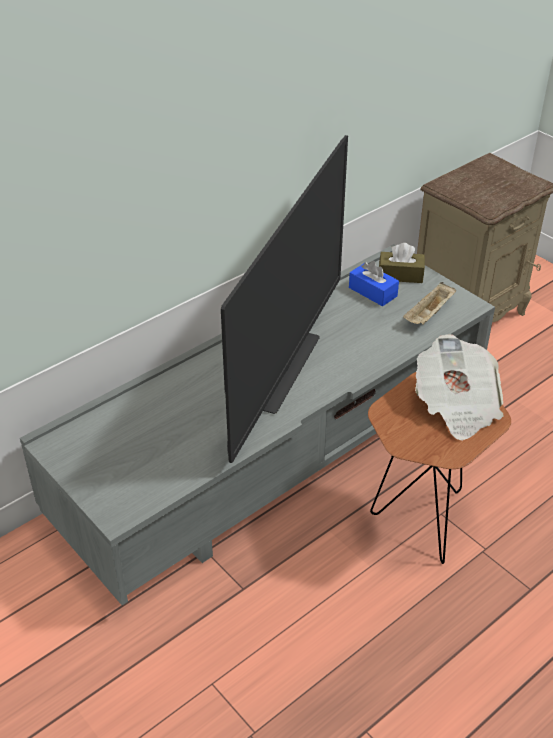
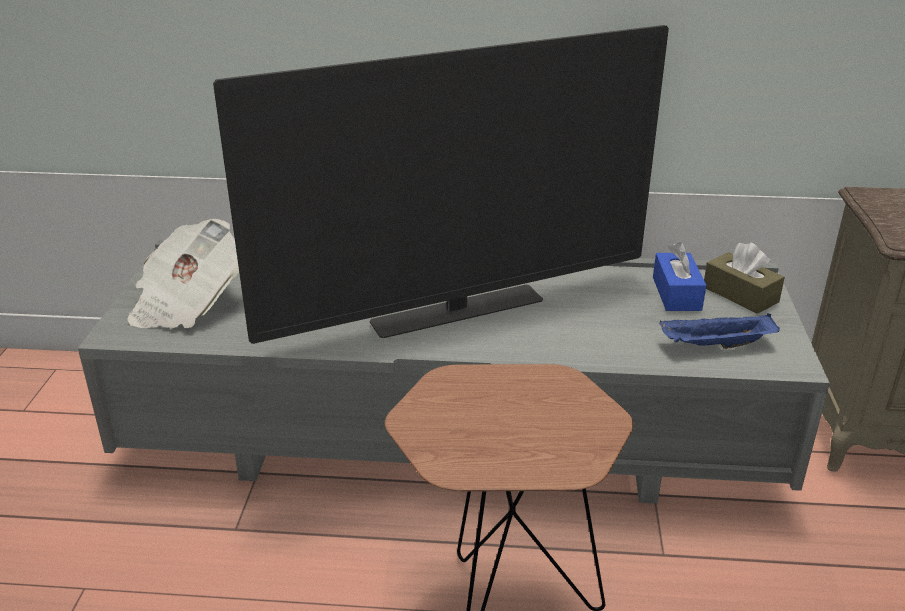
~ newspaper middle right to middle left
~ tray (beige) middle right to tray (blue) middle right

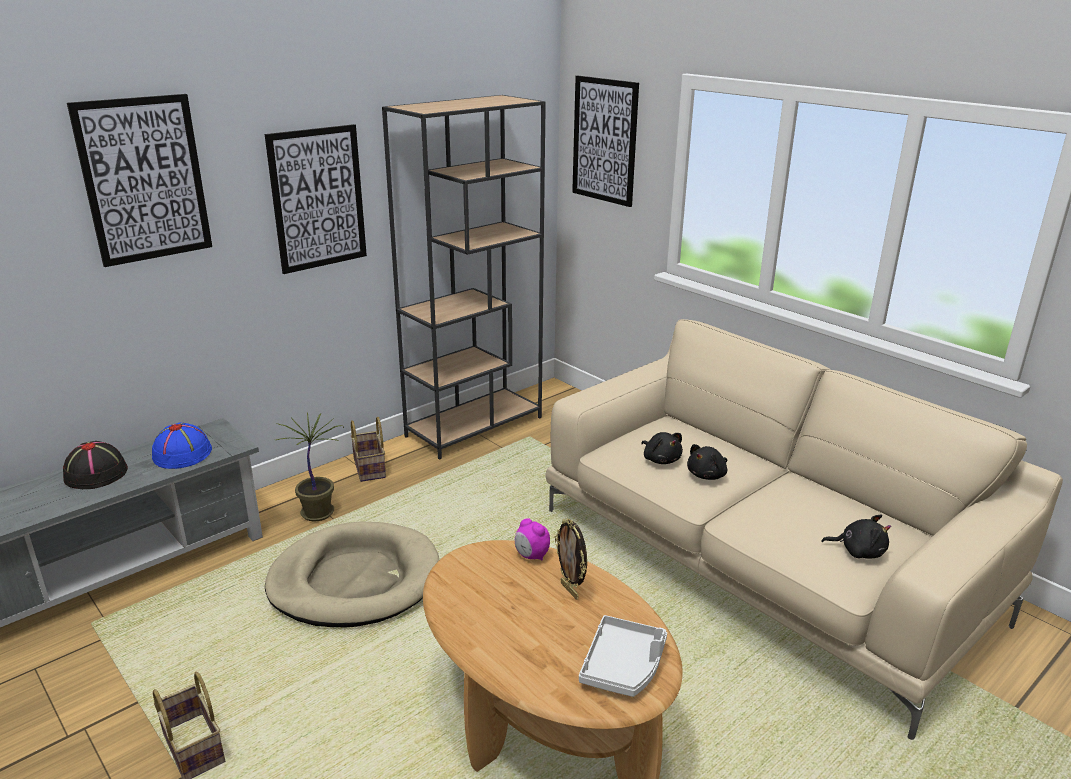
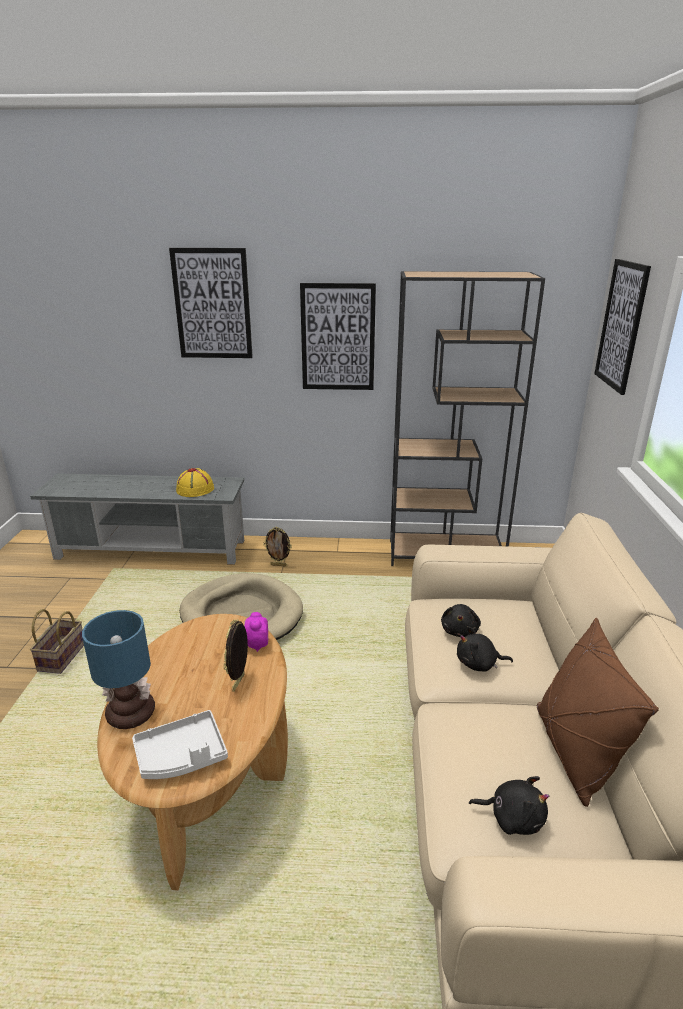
+ table lamp middle left
~ hat (blue) middle left to hat (yellow) middle left
~ potted plant middle left to picture frame (no. 2 from left) centre
~ plush toy (black) (no. 3 from left) bottom right = bottom right 45 degrees counterclockwise
+ pillow (brown) bottom right
- hat (black) middle left
- basket (no. 2 from left) centre

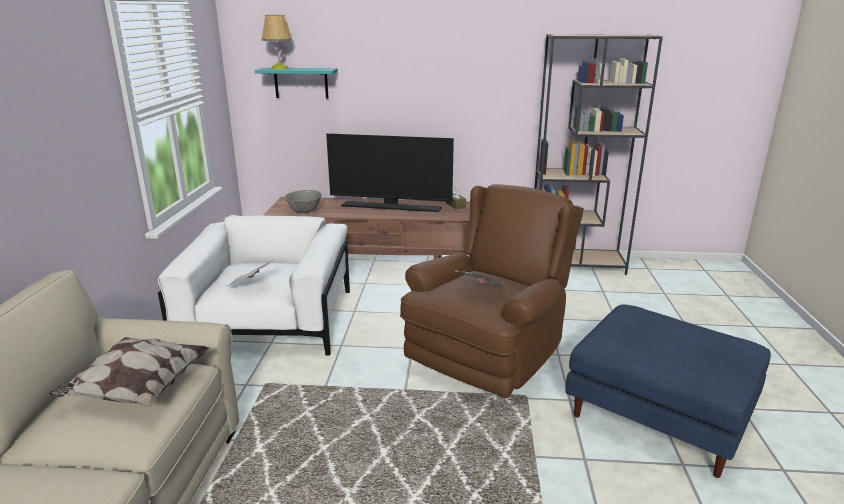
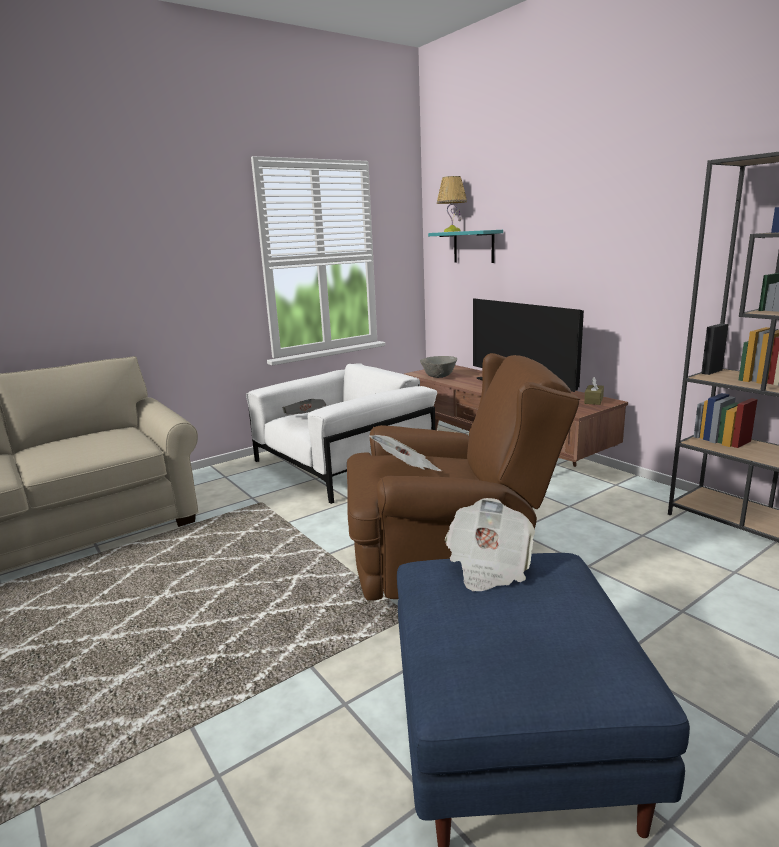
+ newspaper (no. 3 from left) centre
- pillow bottom left

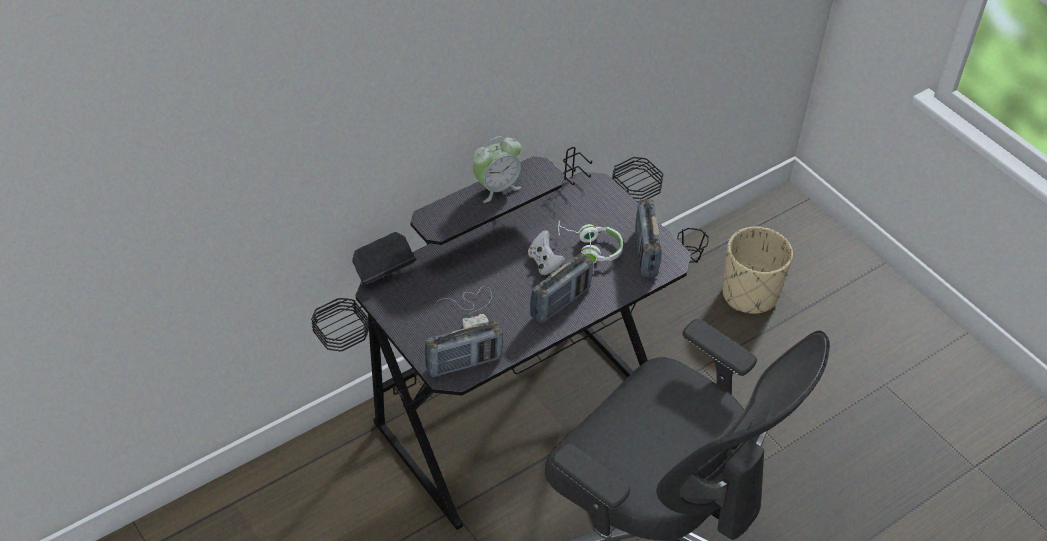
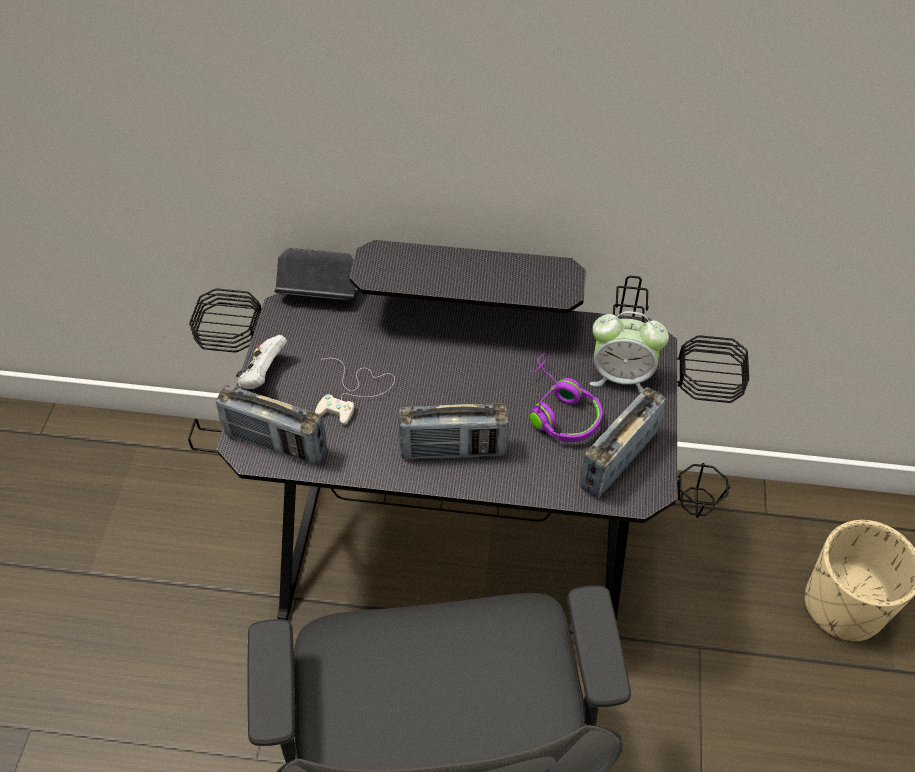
~ game controller (white) (no. 2 from left in the first image) centre to game controller (white) (no. 1 from left) middle left
~ headphones (white) centre to headphones (purple) centre
~ alarm clock top centre to middle right

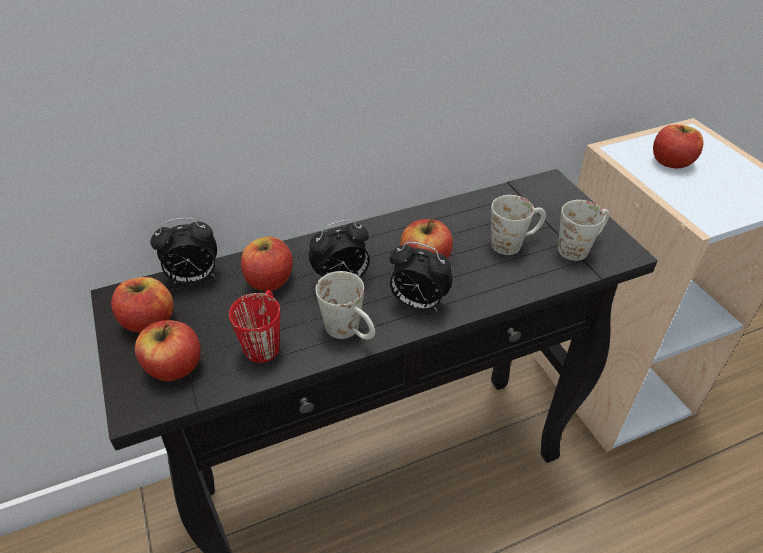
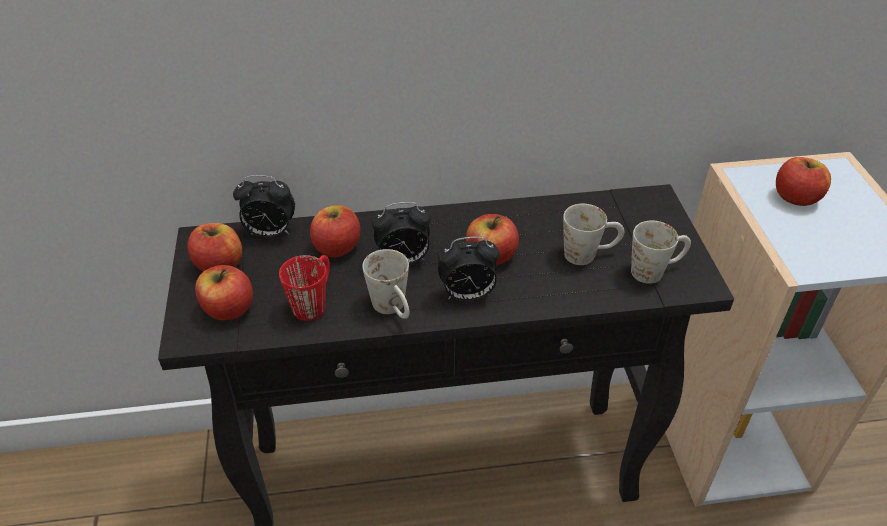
~ alarm clock (no. 3 from left) centre = centre 45 degrees counterclockwise

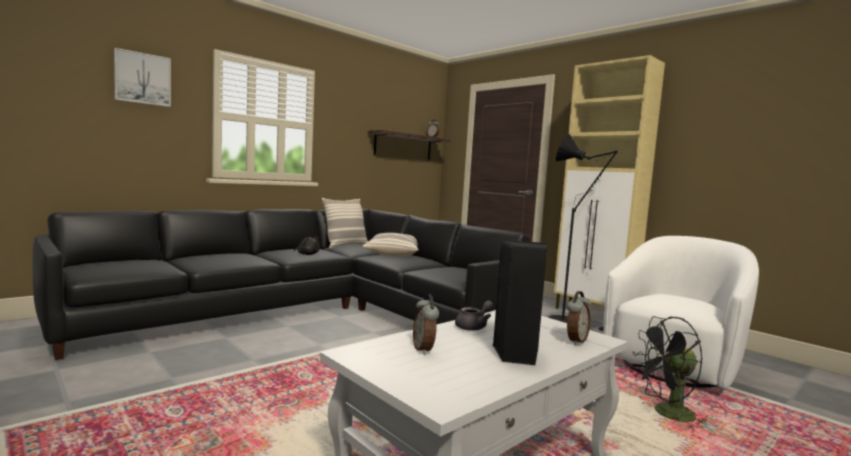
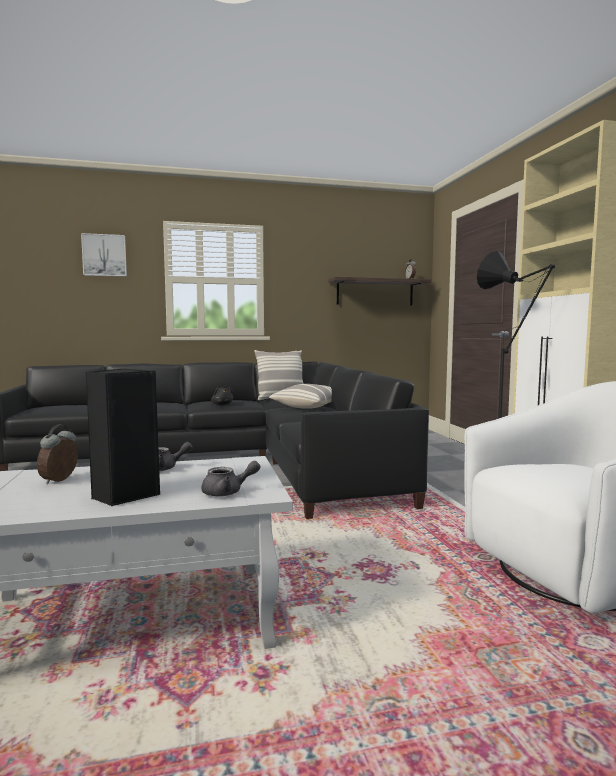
~ alarm clock (no. 3 from left) bottom right to teapot (grey) (no. 2 from left) centre
- fan (black) bottom right

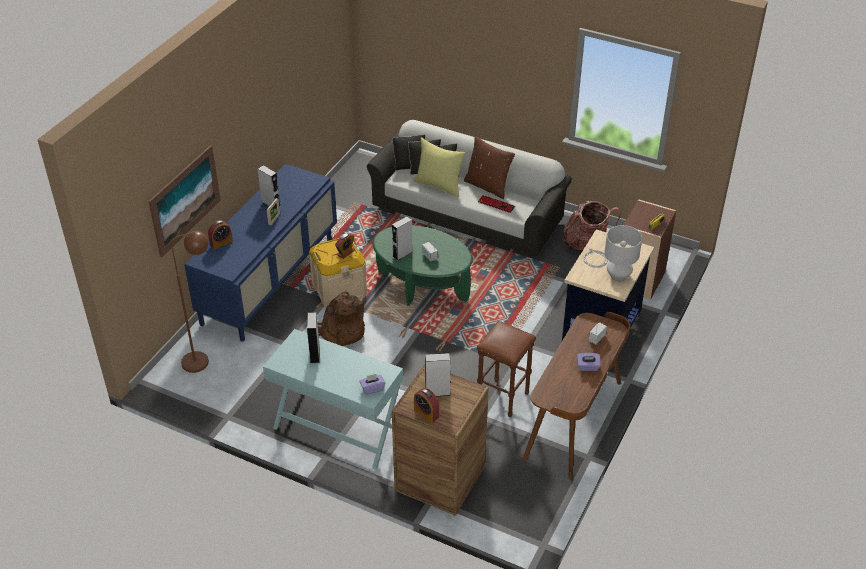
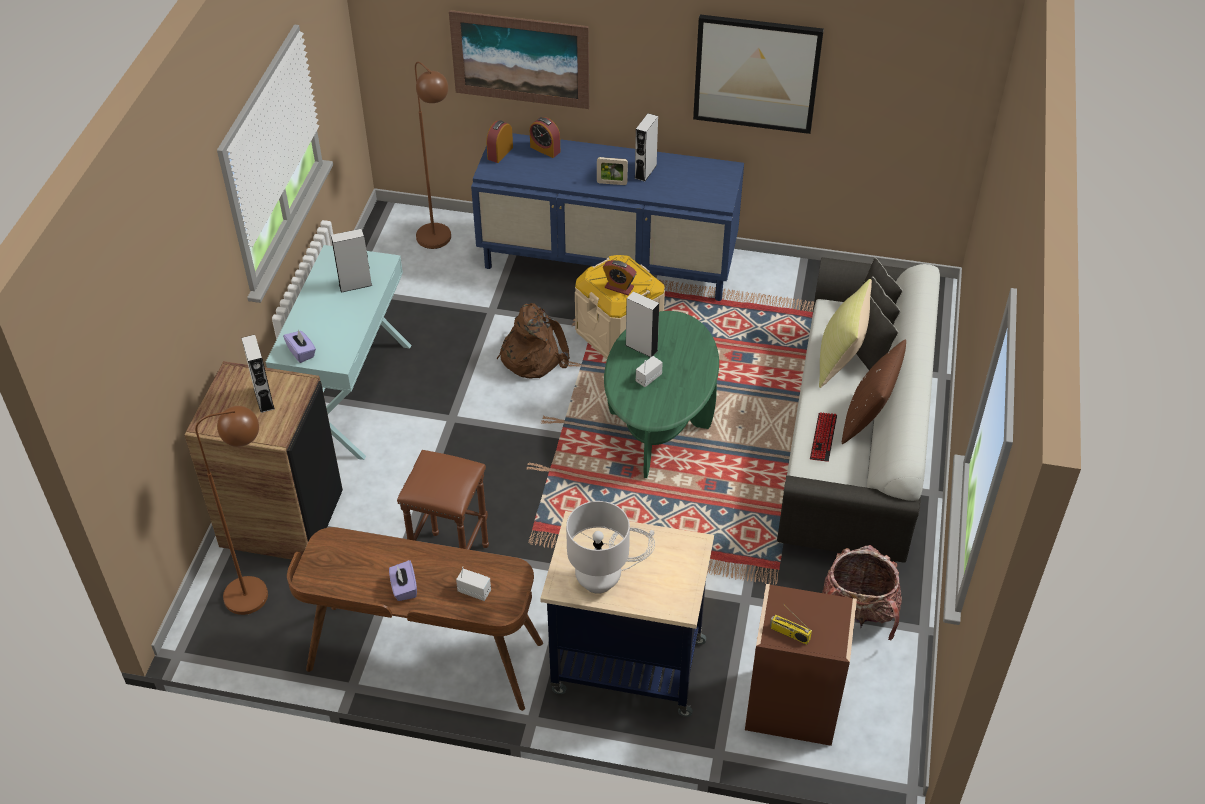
+ floor lamp (brown) (no. 1 from left) middle left
~ alarm clock (no. 3 from left in the first image) bottom centre to alarm clock (no. 1 from left) top centre
+ picture (no. 2 from left) top centre

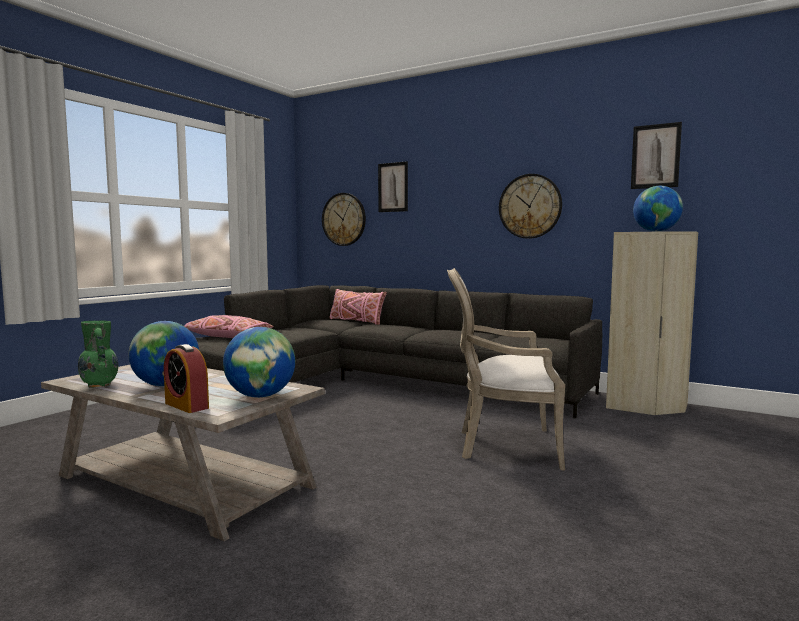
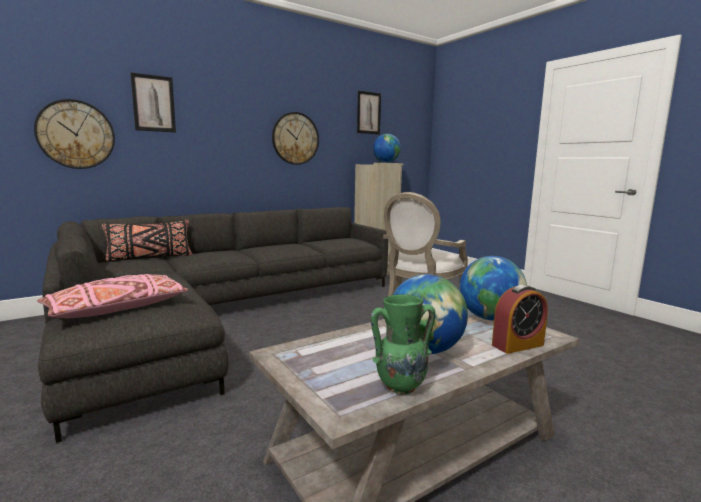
~ pillow (pink) (no. 2 from left) centre to pillow (black) middle left

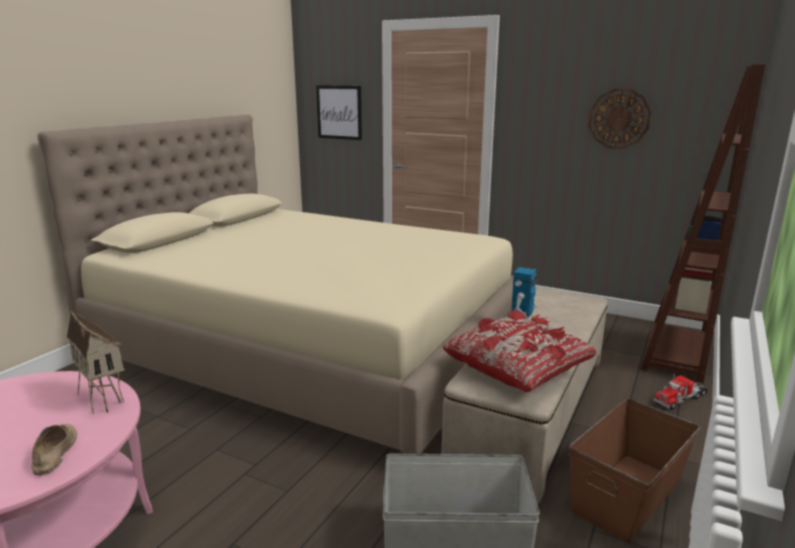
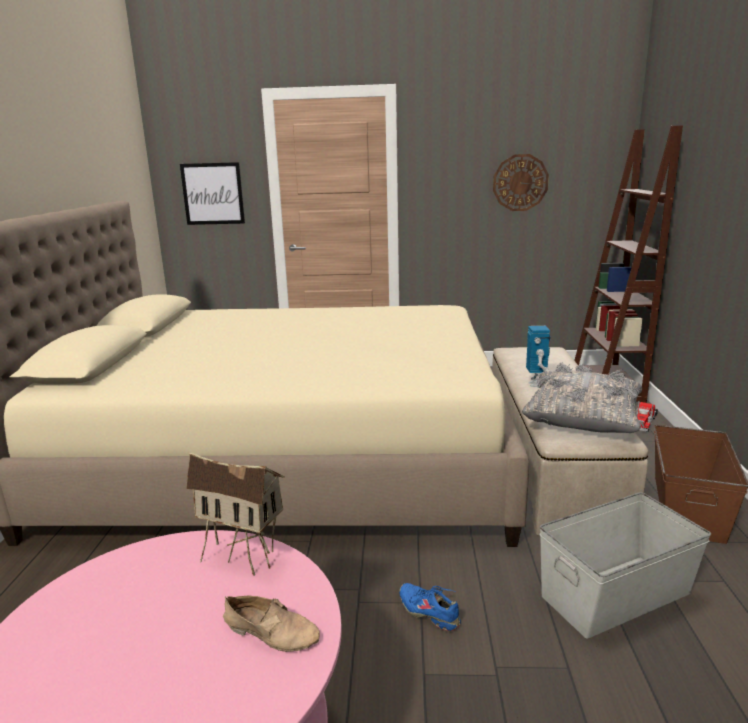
~ shoe (beige) bottom left = bottom centre 150 degrees clockwise
+ shoe (blue) bottom centre
~ pillow (red) centre to pillow (grey) middle right

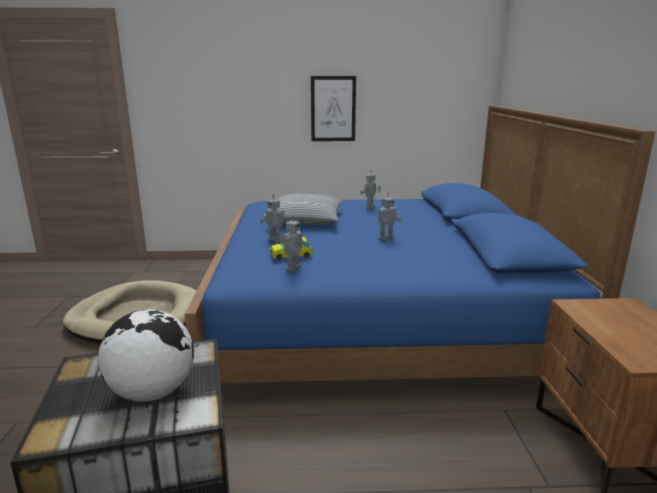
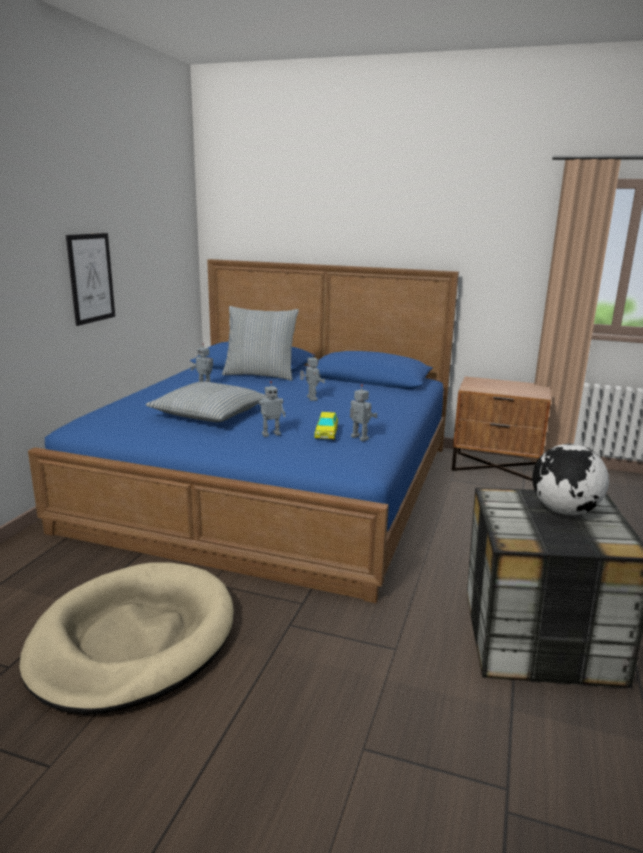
+ pillow (no. 2 from left) centre

